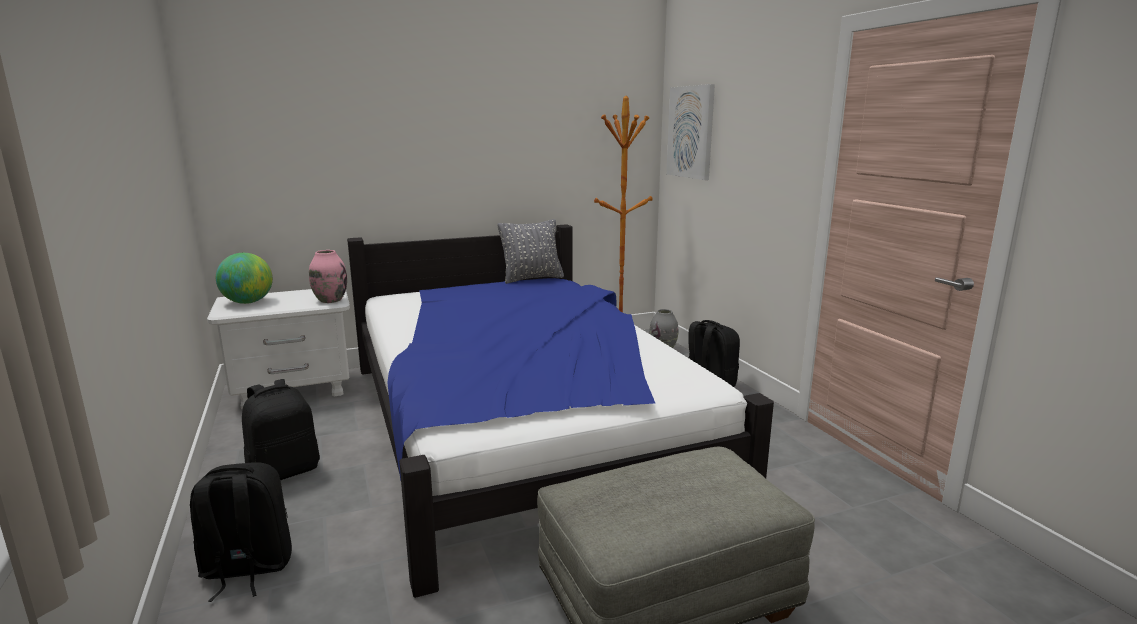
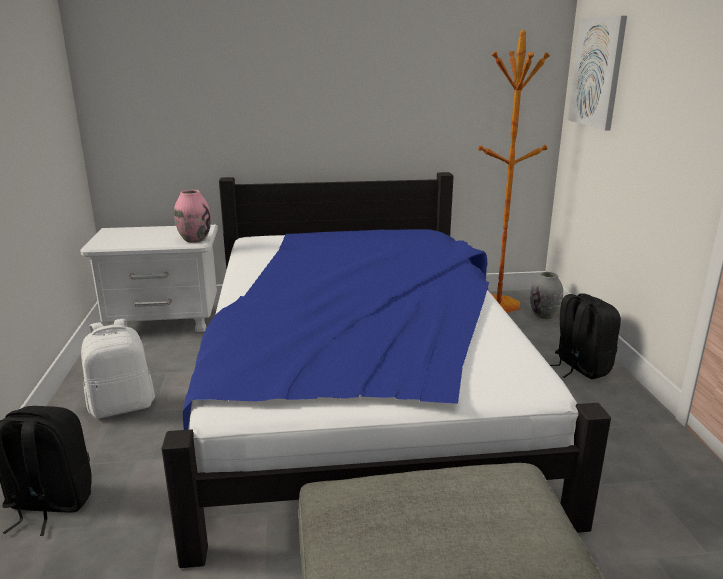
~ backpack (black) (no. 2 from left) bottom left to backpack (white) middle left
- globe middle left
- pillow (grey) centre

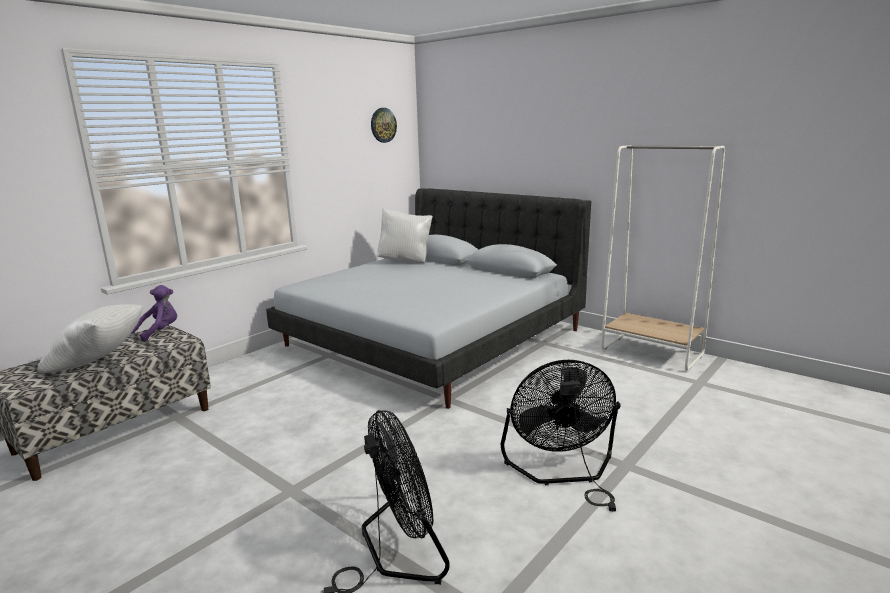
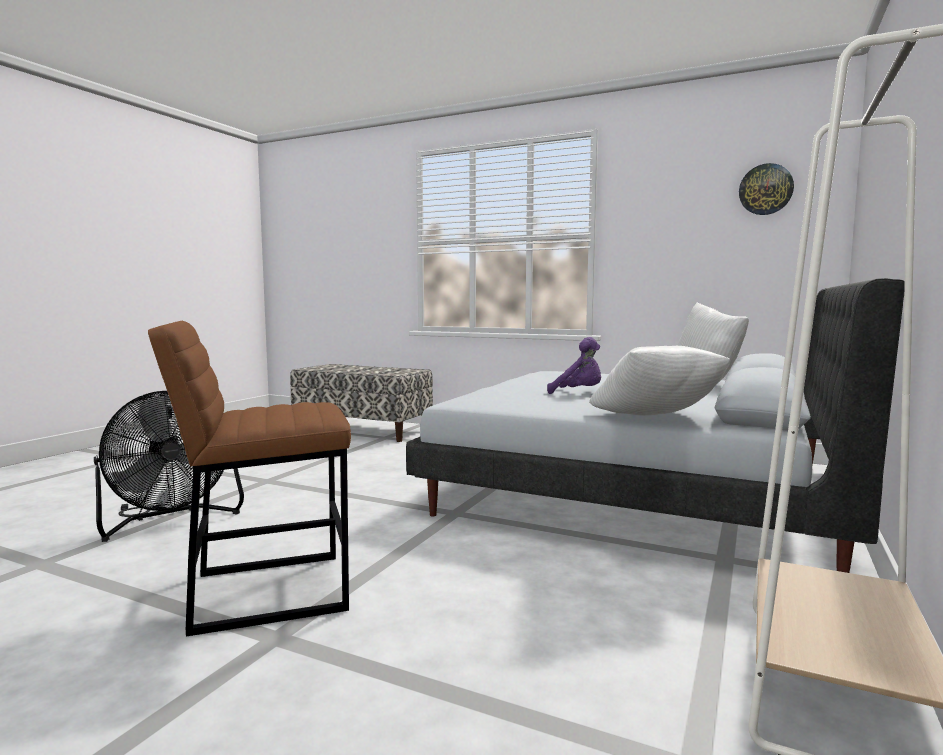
~ fan (black) (no. 2 from left) bottom centre to chair (brown) middle left
~ plush toy (purple) middle left to centre
~ pillow (white) (no. 1 from left) middle left to middle right

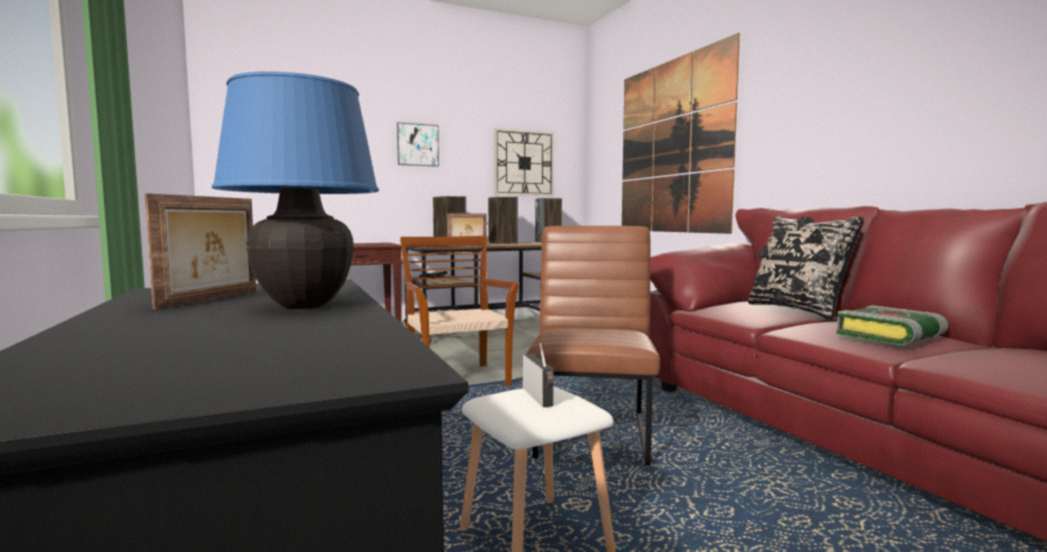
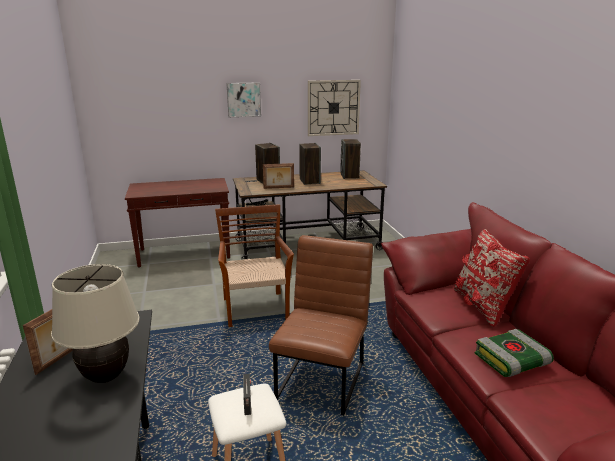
~ table lamp (blue) middle left to table lamp (beige) bottom left
~ pillow (black) middle right to pillow (red) middle right
- picture (no. 2 from left) top centre

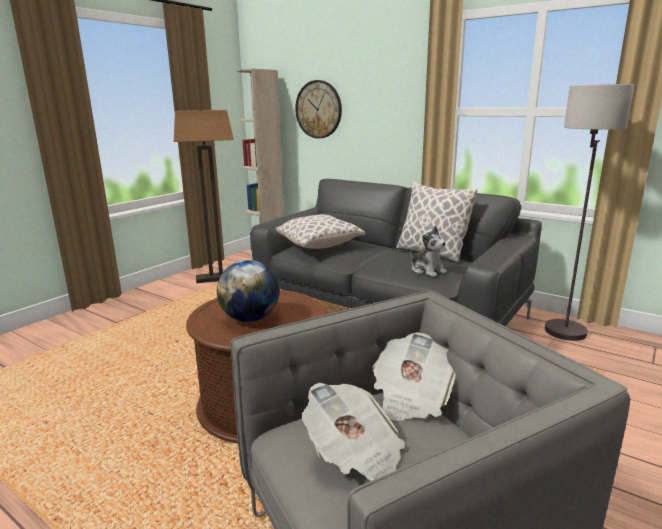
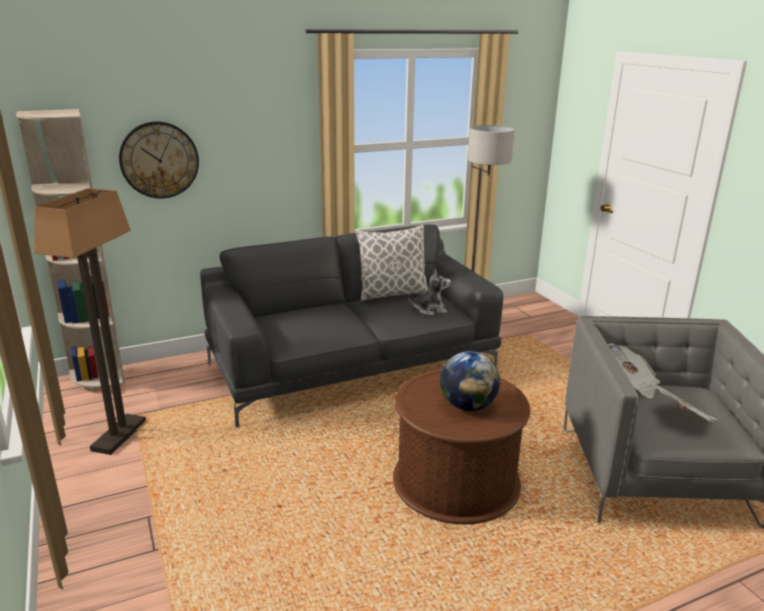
- pillow (no. 1 from left) centre

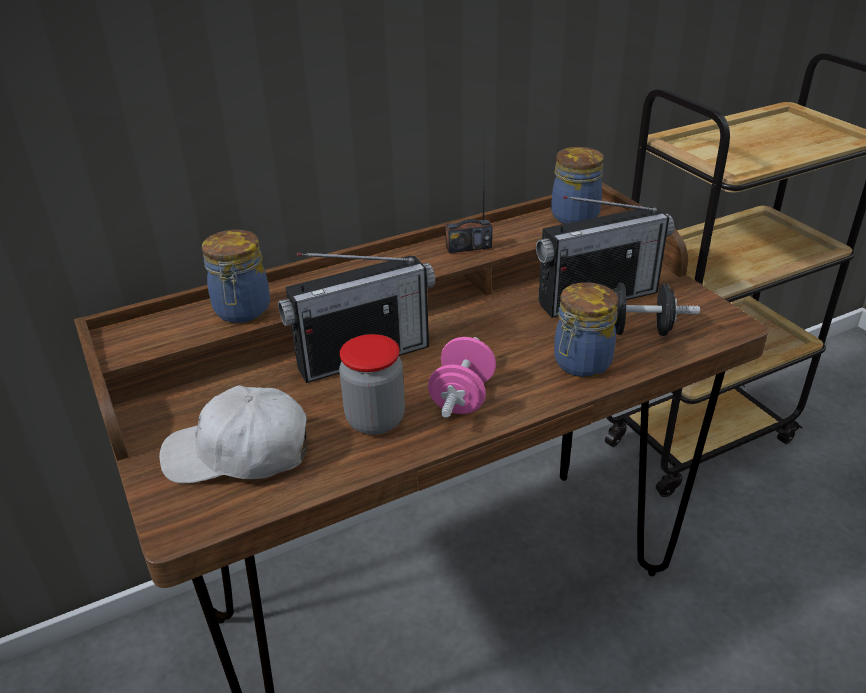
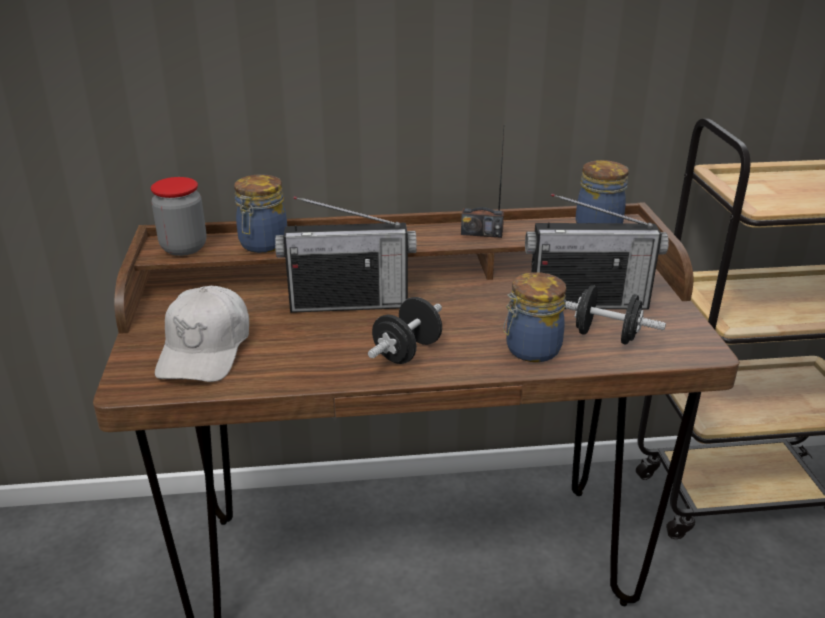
~ jar (no. 2 from left in the first image) centre to jar (no. 1 from left) middle left
~ cap (white) middle left = middle left 105 degrees counterclockwise
~ dumbbell (pink) centre to dumbbell (black) (no. 1 from left) centre

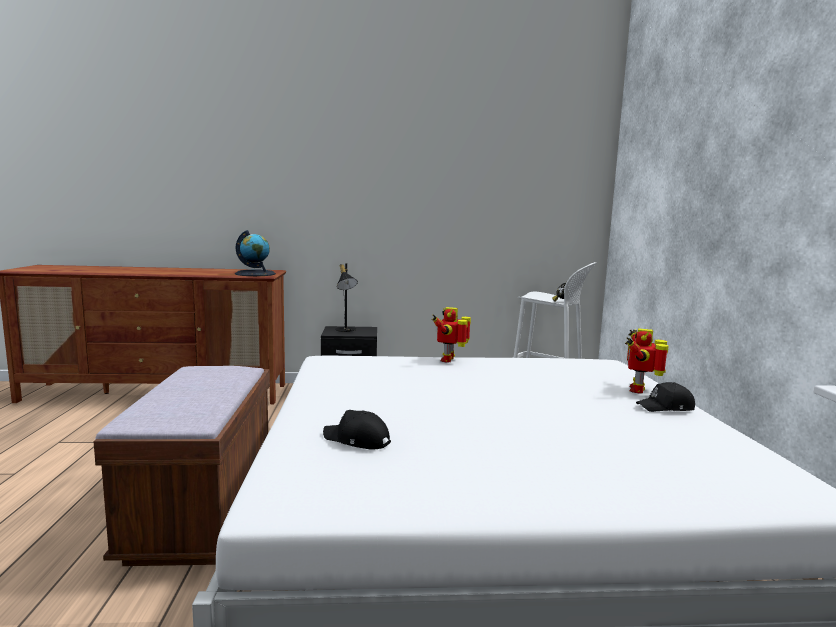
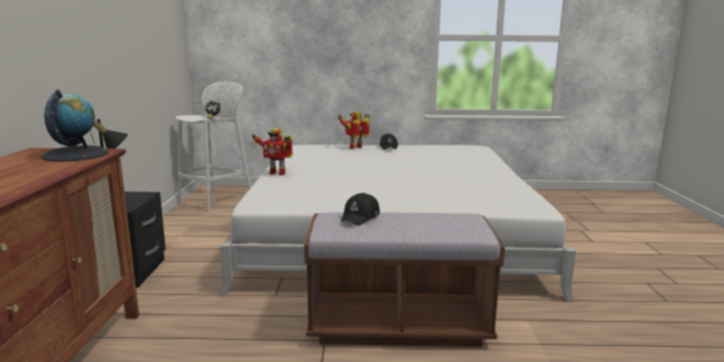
~ toy robot (no. 2 from left) middle right = centre 120 degrees clockwise
~ cap (black) (no. 1 from left) bottom centre to centre

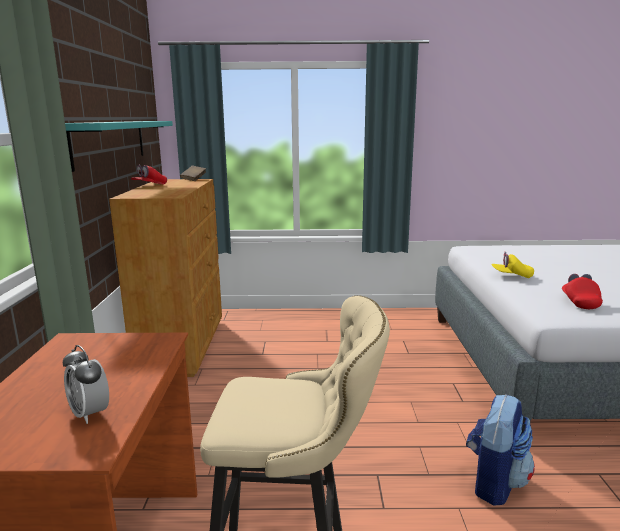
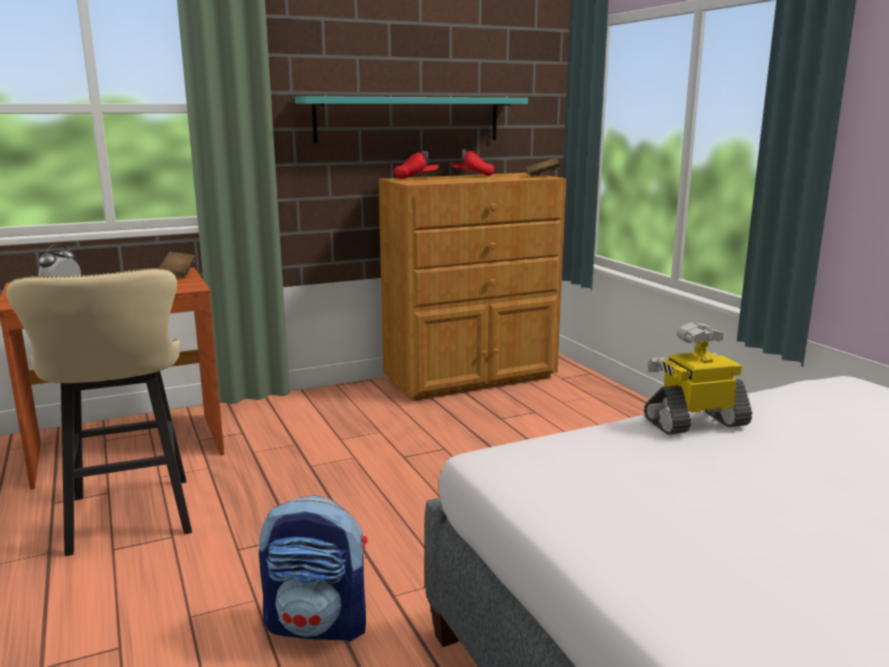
+ book (brown) (no. 1 from left) middle left
~ cap (red) (no. 2 from left in the first image) middle right to cap (red) (no. 1 from left) top centre
~ cap (yellow) middle right to toy robot middle right

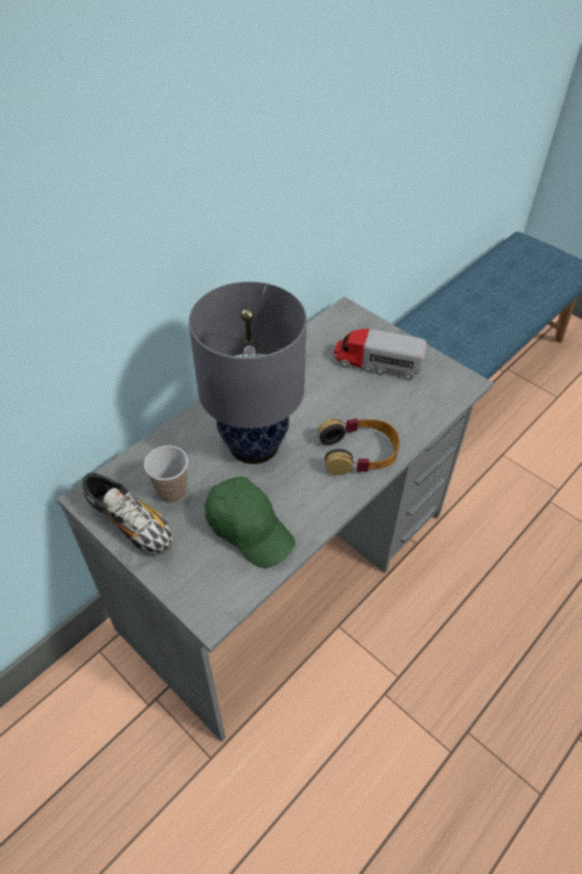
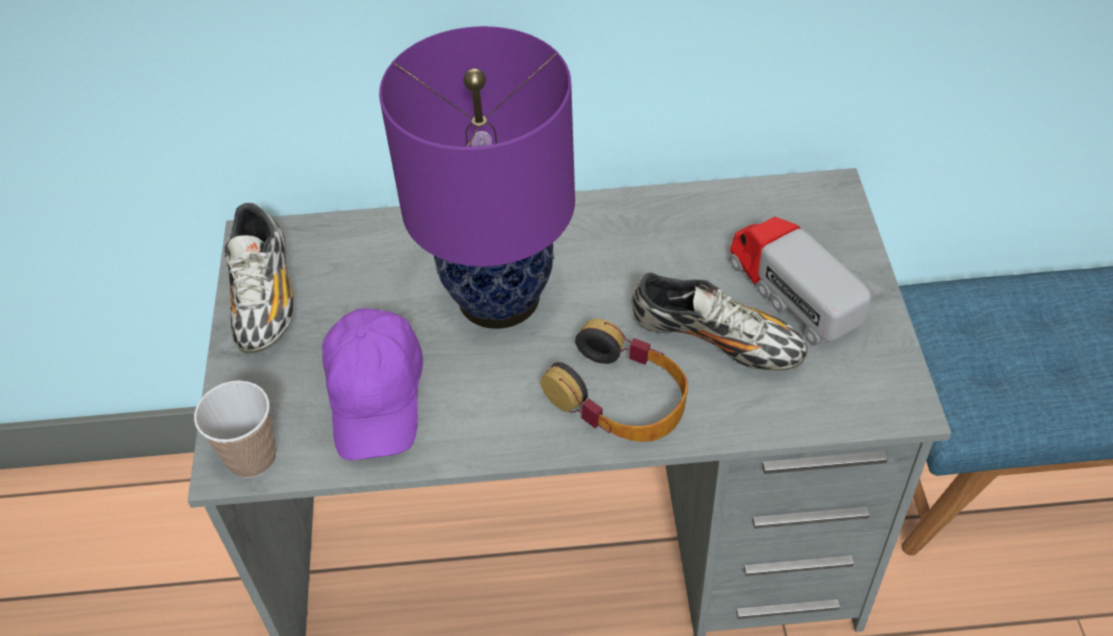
~ cup middle left to bottom left
~ cap (green) centre to cap (purple) centre
~ table lamp (grey) centre to table lamp (purple) top centre
+ shoe (no. 2 from left) centre

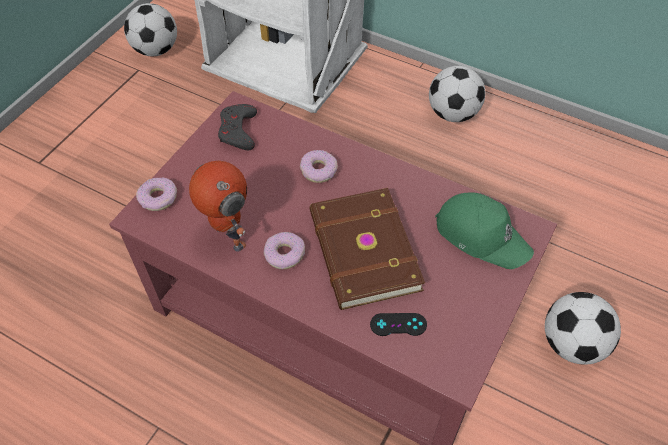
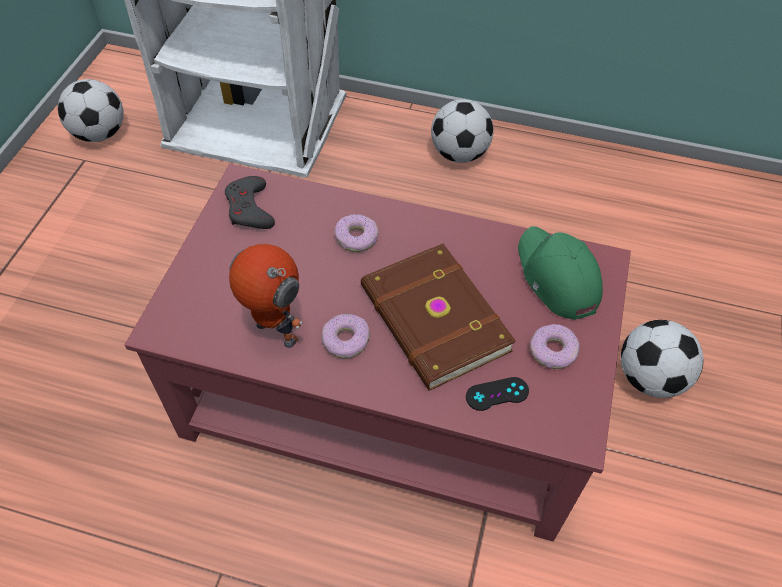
~ cap (green) middle right = middle right 135 degrees counterclockwise
~ donut (no. 1 from left in the first image) middle left to donut (no. 3 from left) middle right

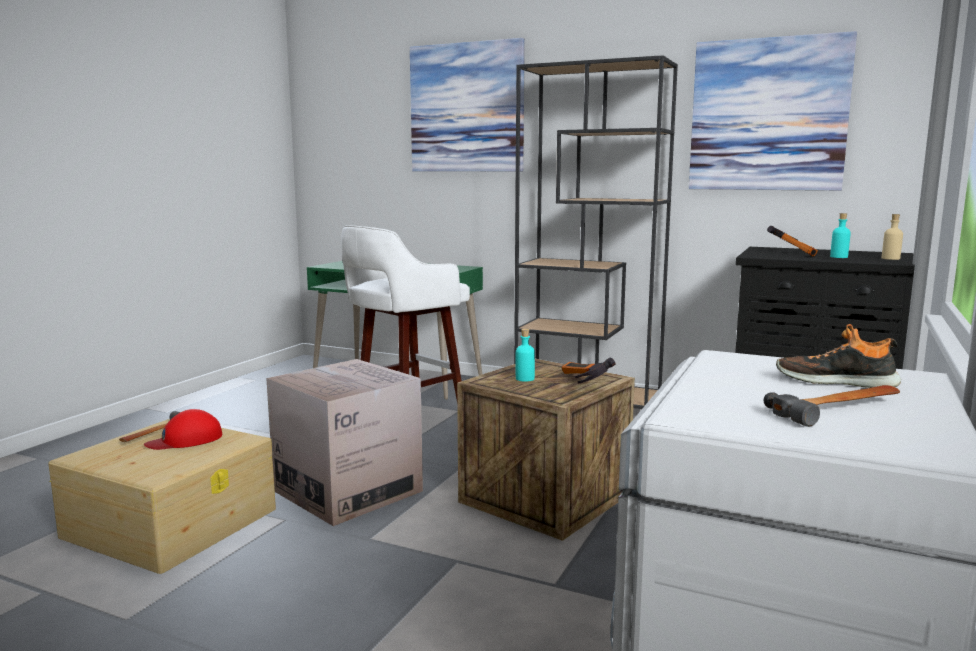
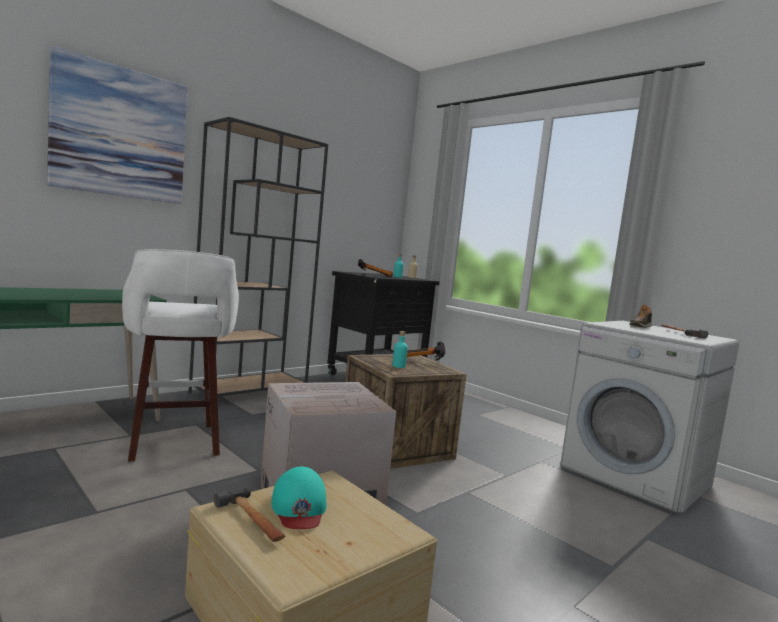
~ cap (red) middle left to cap (turquoise) bottom centre
- picture (no. 2 from left) top right

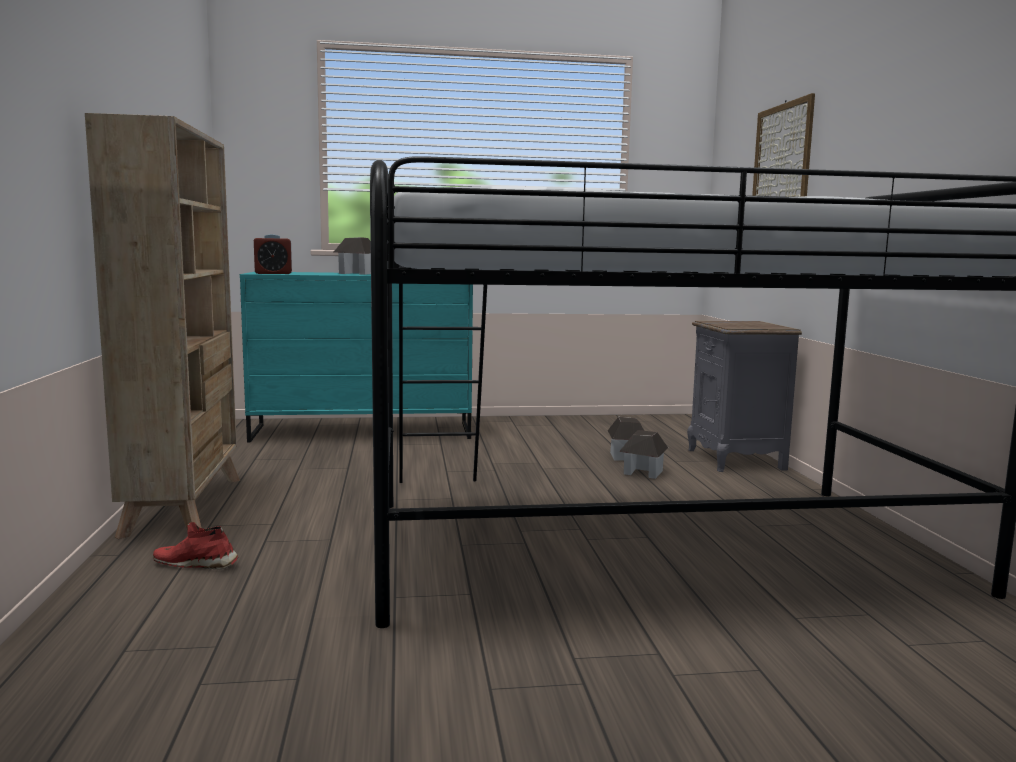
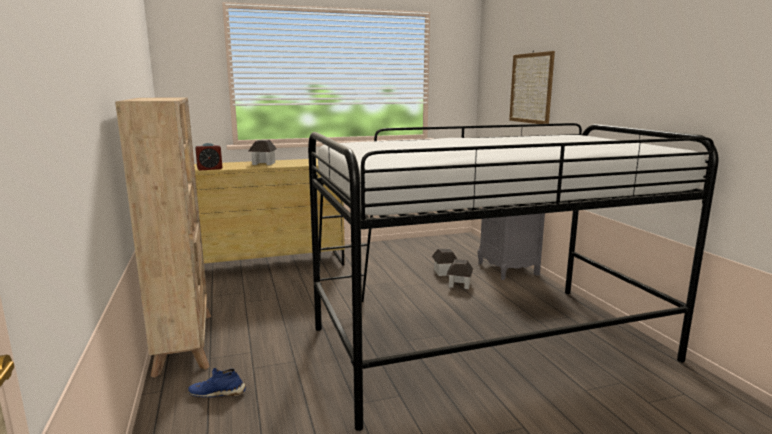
~ shoe (red) bottom left to shoe (blue) bottom left
~ dresser (turquoise) centre to dresser (beige) centre

